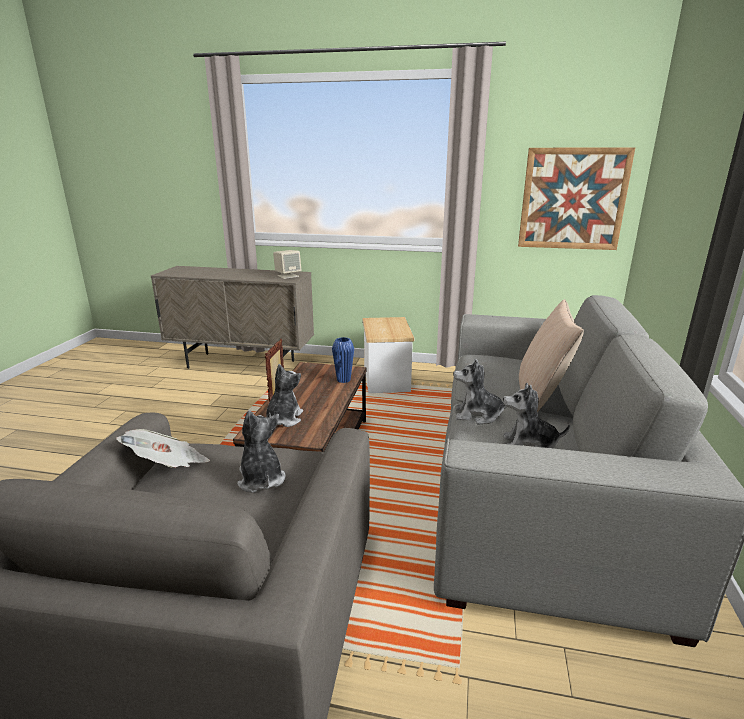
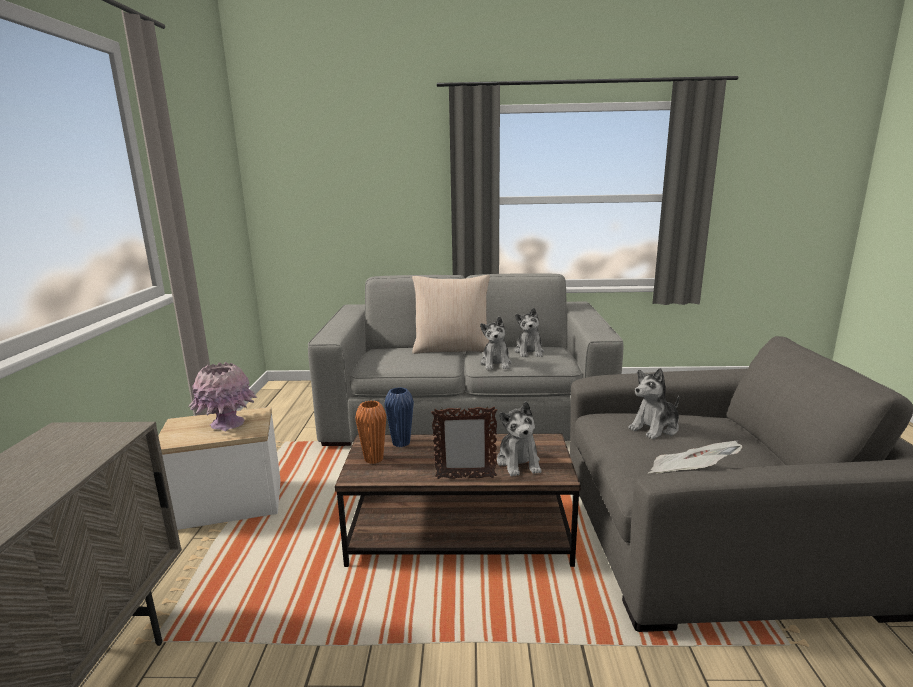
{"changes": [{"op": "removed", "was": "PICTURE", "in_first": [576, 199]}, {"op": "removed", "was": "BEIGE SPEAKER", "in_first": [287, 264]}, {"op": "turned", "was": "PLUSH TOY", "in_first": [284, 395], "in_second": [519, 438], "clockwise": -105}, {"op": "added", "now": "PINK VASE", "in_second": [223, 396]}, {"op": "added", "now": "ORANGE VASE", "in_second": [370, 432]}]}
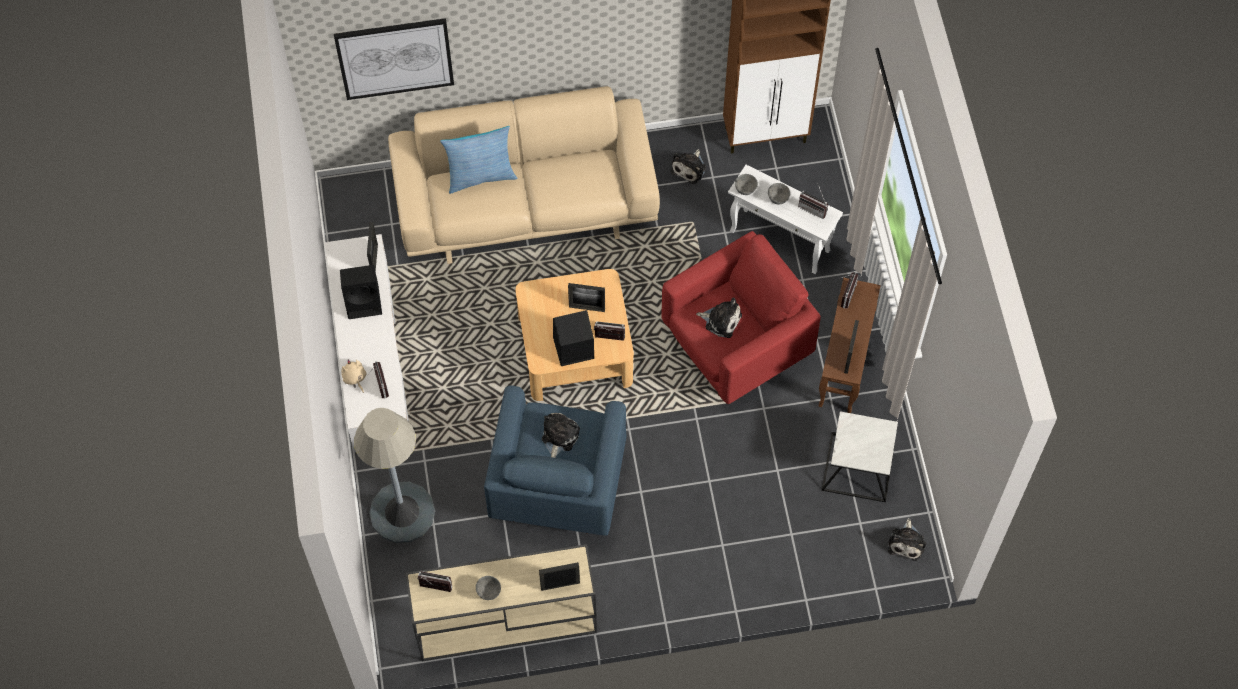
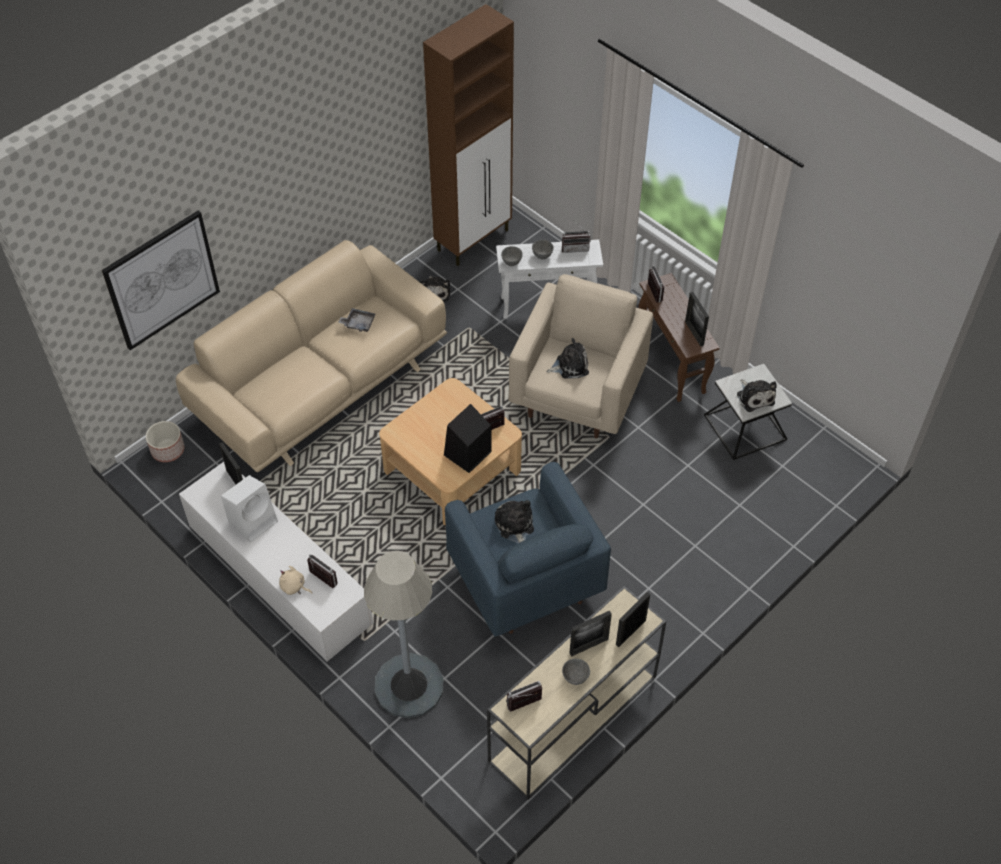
{"changes": [{"op": "removed", "was": "PILLOW", "in_first": [479, 160]}, {"op": "recoloured", "was": "RED ARMCHAIR", "now": "BEIGE ARMCHAIR", "in_first": [741, 317], "in_second": [580, 356]}, {"op": "recoloured", "was": "BLACK SPEAKER", "now": "WHITE SPEAKER", "in_first": [361, 292], "in_second": [249, 508]}, {"op": "moved", "was": "PICTURE FRAME", "in_first": [586, 297], "in_second": [591, 634]}, {"op": "moved", "was": "PLUSH TOY", "in_first": [907, 539], "in_second": [757, 395]}, {"op": "added", "now": "GREY TRAY", "in_second": [357, 320]}, {"op": "added", "now": "PLANTER", "in_second": [165, 441]}]}
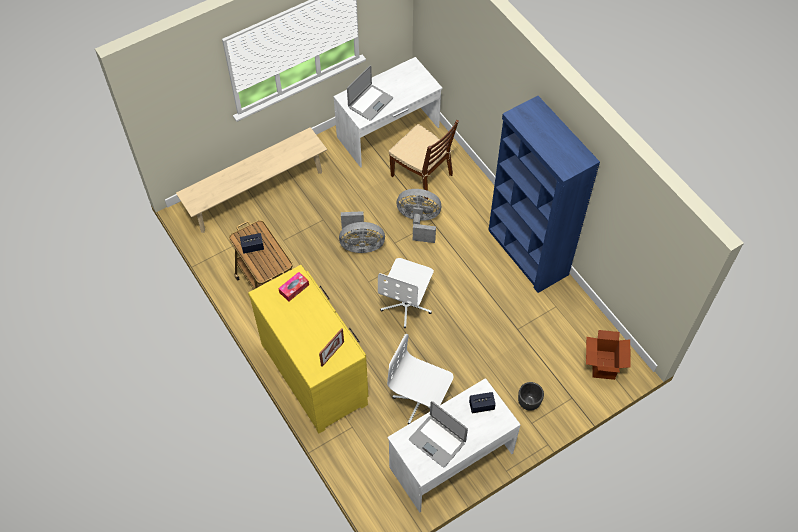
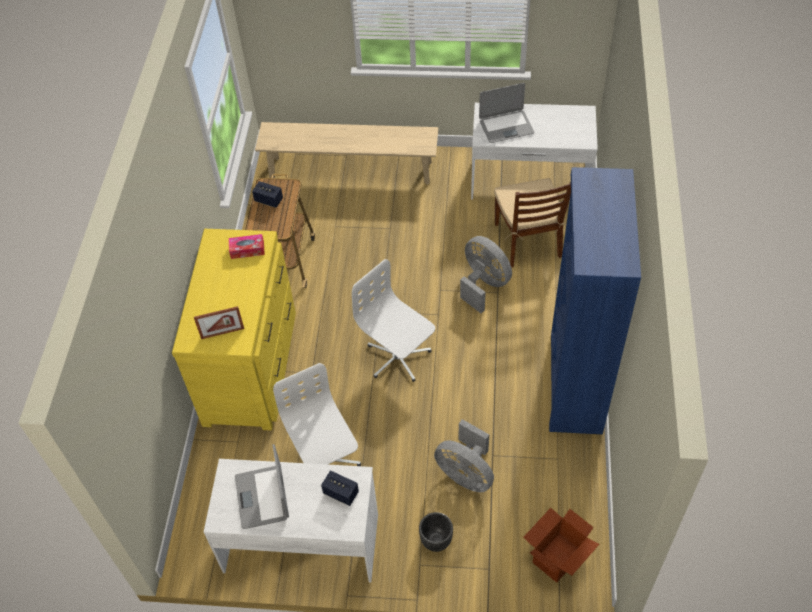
{"changes": [{"op": "moved", "was": "GREY FAN", "in_first": [362, 232], "in_second": [464, 455]}, {"op": "turned", "was": "WHITE OFFICE CHAIR", "in_first": [406, 293], "in_second": [393, 320], "clockwise": 75}]}
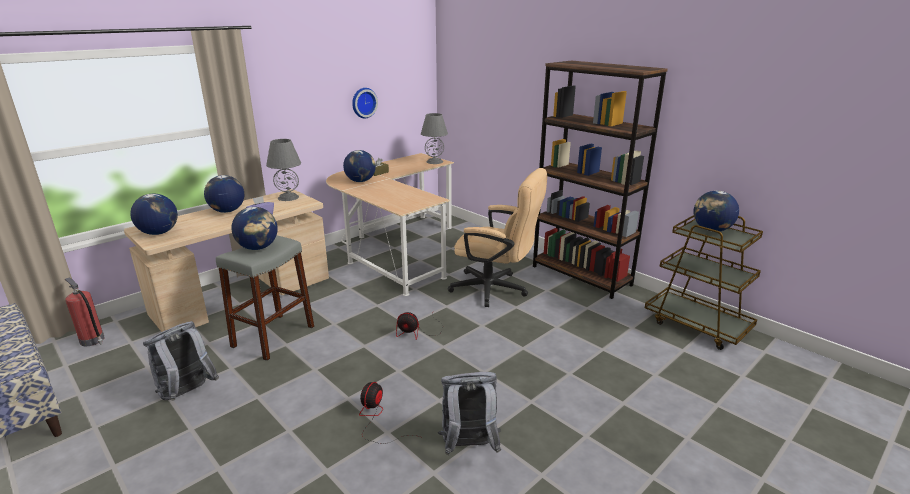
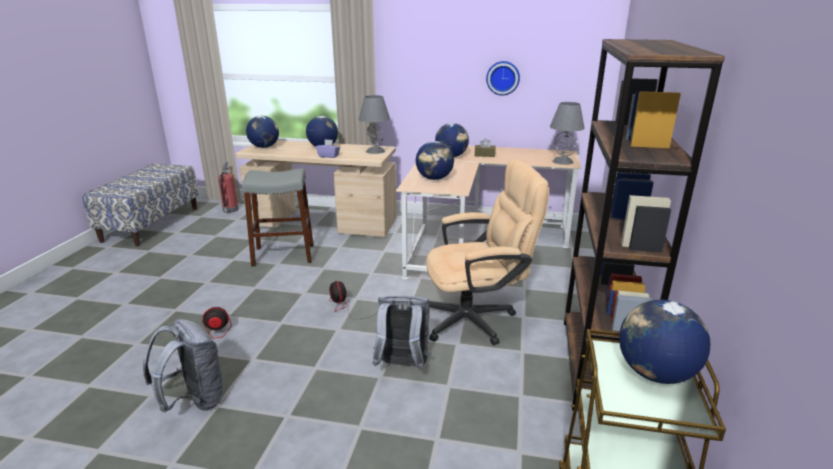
{"changes": [{"op": "turned", "was": "BEIGE OFFICE CHAIR", "in_first": [497, 237], "in_second": [488, 252], "clockwise": -90}, {"op": "moved", "was": "GLOBE", "in_first": [254, 228], "in_second": [435, 160]}, {"op": "moved", "was": "GREY BACKPACK", "in_first": [181, 360], "in_second": [402, 333]}]}
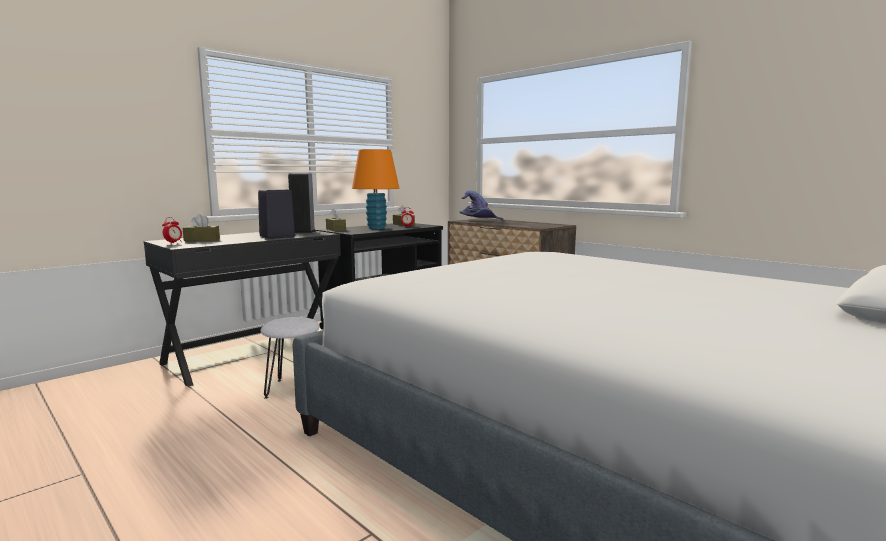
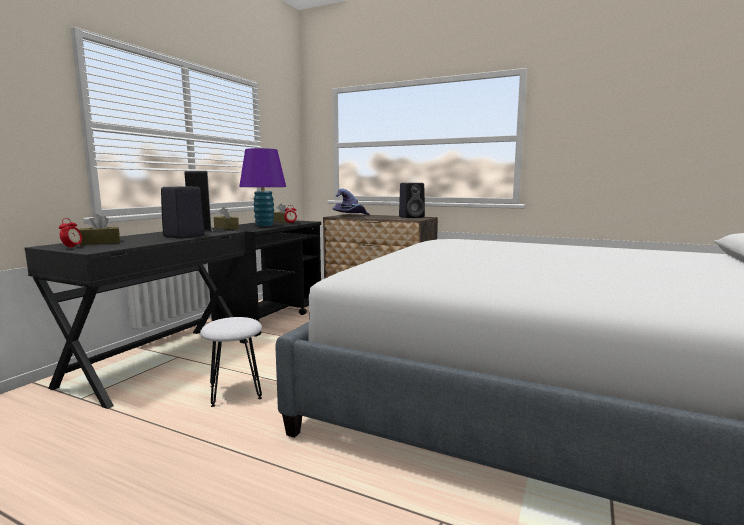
{"changes": [{"op": "recoloured", "was": "ORANGE TABLE LAMP", "now": "PURPLE TABLE LAMP", "in_first": [375, 189], "in_second": [262, 187]}, {"op": "added", "now": "BLACK SPEAKER", "in_second": [412, 200]}]}
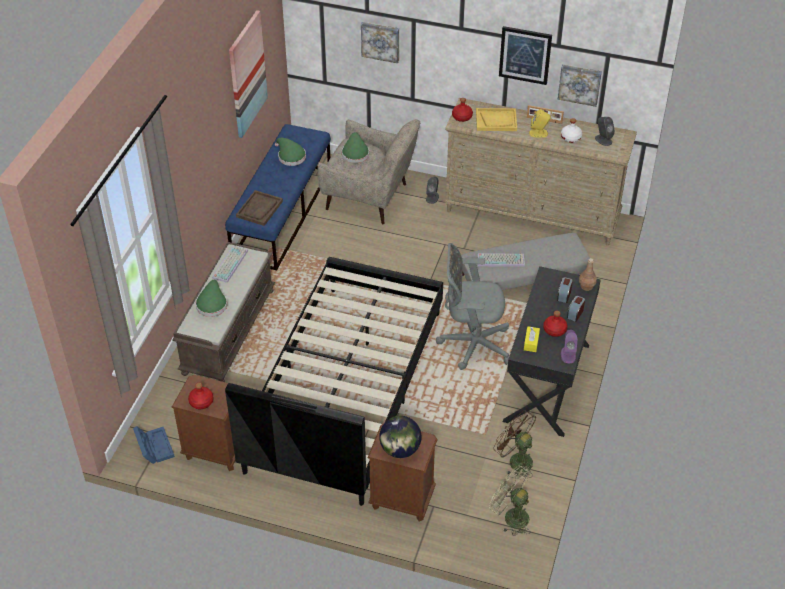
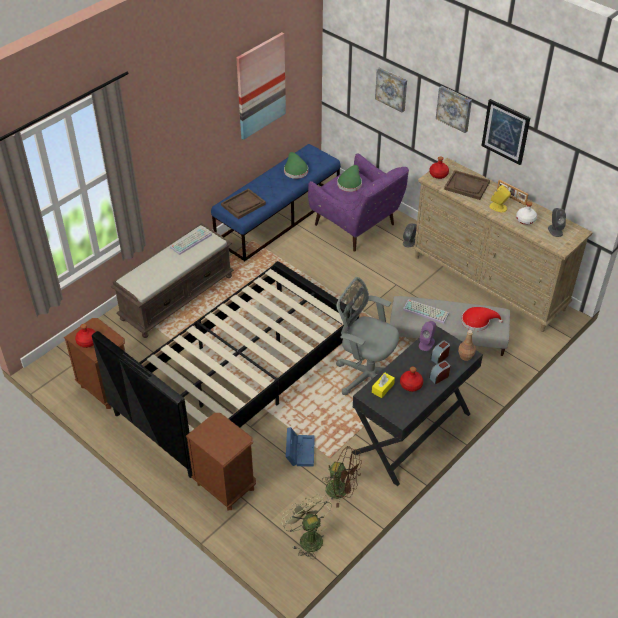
{"changes": [{"op": "moved", "was": "PICTURE", "in_first": [580, 85], "in_second": [454, 109]}, {"op": "recoloured", "was": "YELLOW TRAY", "now": "BROWN TRAY", "in_first": [496, 119], "in_second": [467, 185]}, {"op": "recoloured", "was": "BEIGE ARMCHAIR", "now": "PURPLE ARMCHAIR", "in_first": [369, 171], "in_second": [358, 202]}, {"op": "removed", "was": "GREEN HAT", "in_first": [211, 298]}, {"op": "moved", "was": "PURPLE SPEAKER", "in_first": [569, 346], "in_second": [427, 336]}, {"op": "turned", "was": "BROWN FAN", "in_first": [514, 444], "in_second": [342, 476], "clockwise": 135}, {"op": "removed", "was": "GLOBE", "in_first": [400, 437]}, {"op": "moved", "was": "BLUE STORAGE BOX", "in_first": [154, 445], "in_second": [300, 447]}, {"op": "added", "now": "RED HAT", "in_second": [482, 319]}]}
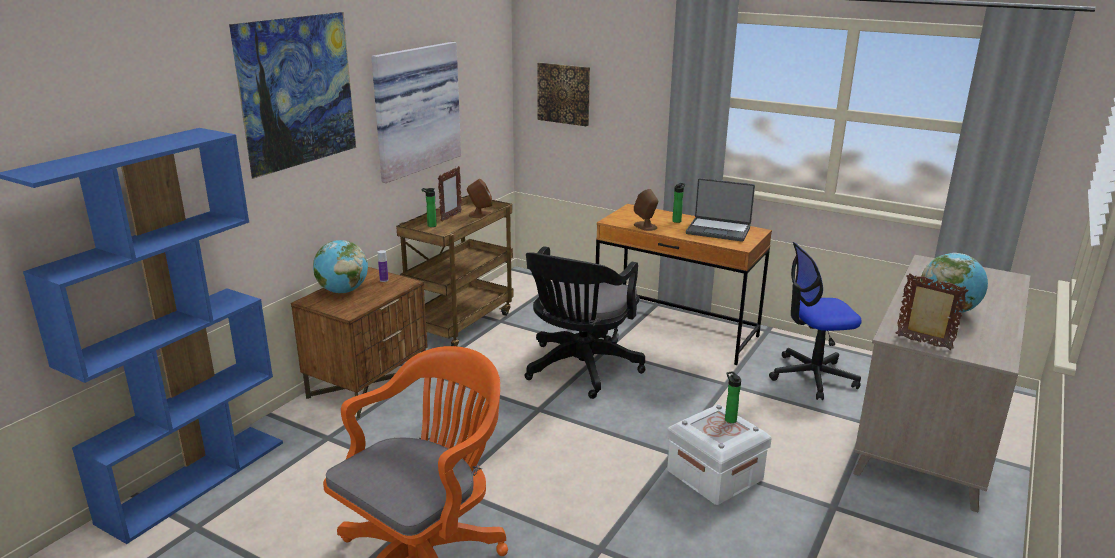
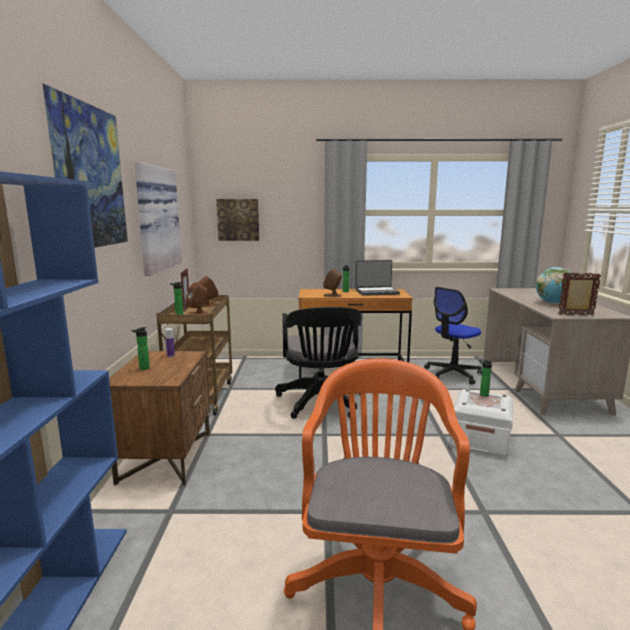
{"changes": [{"op": "replaced", "was": "GLOBE", "now": "BOTTLE", "in_first": [340, 266], "in_second": [140, 348]}, {"op": "added", "now": "BROWN SPEAKER", "in_second": [196, 298]}]}
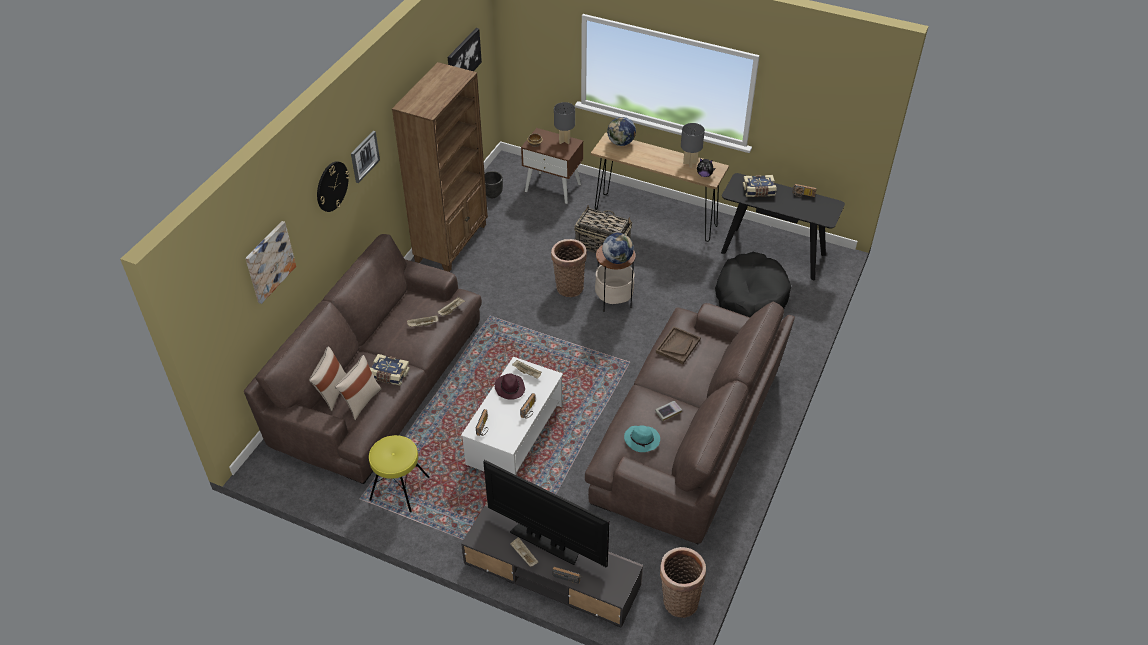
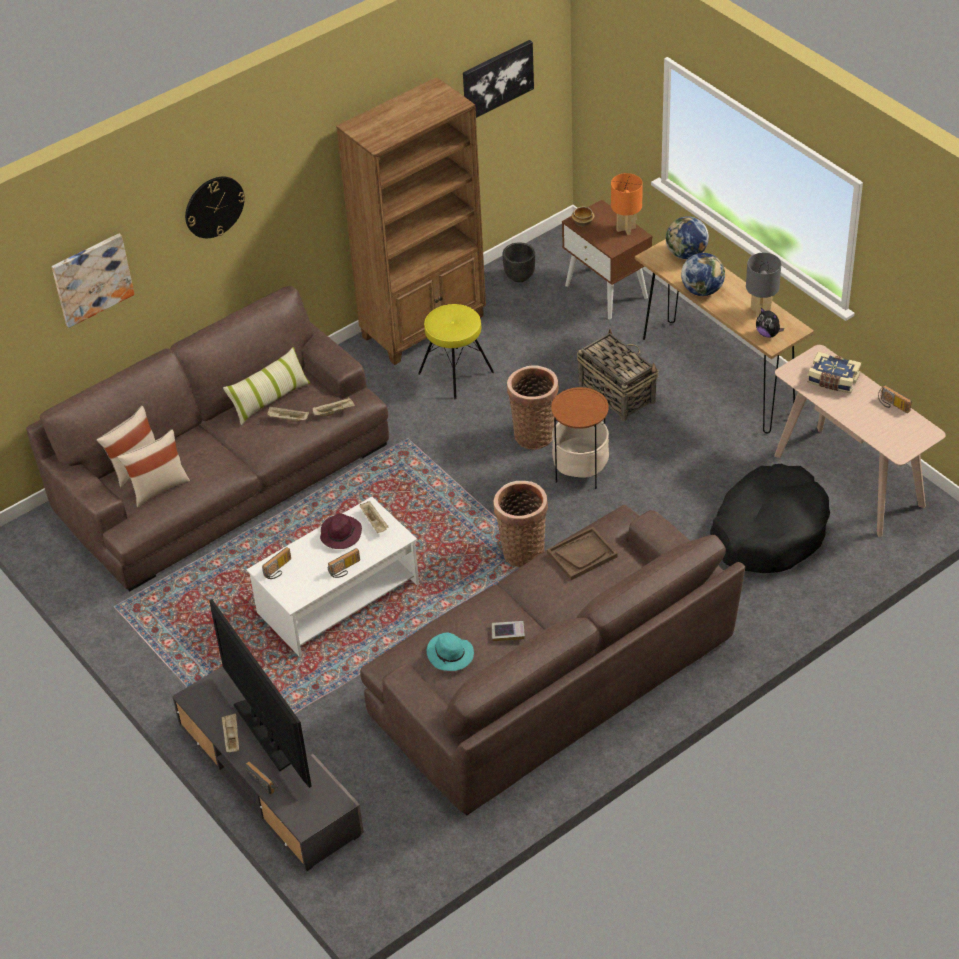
{"changes": [{"op": "recoloured", "was": "GREY TABLE LAMP", "now": "ORANGE TABLE LAMP", "in_first": [564, 123], "in_second": [627, 204]}, {"op": "removed", "was": "PICTURE", "in_first": [365, 157]}, {"op": "recoloured", "was": "BLACK CONSOLE TABLE", "now": "BEIGE CONSOLE TABLE", "in_first": [783, 227], "in_second": [860, 441]}, {"op": "moved", "was": "GLOBE", "in_first": [618, 248], "in_second": [703, 274]}, {"op": "removed", "was": "BOOK", "in_first": [390, 370]}, {"op": "moved", "was": "YELLOW STOOL", "in_first": [399, 473], "in_second": [456, 351]}, {"op": "moved", "was": "BASKET", "in_first": [683, 582], "in_second": [520, 524]}, {"op": "added", "now": "PILLOW", "in_second": [266, 386]}]}
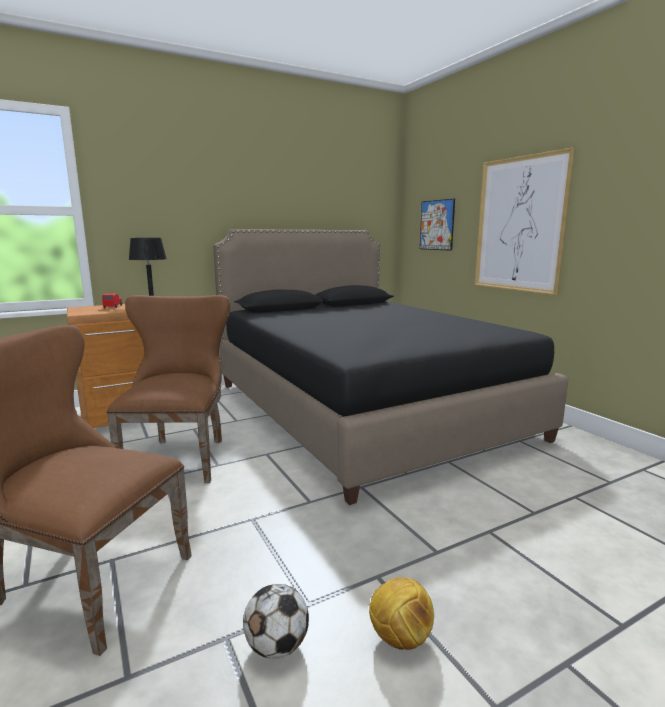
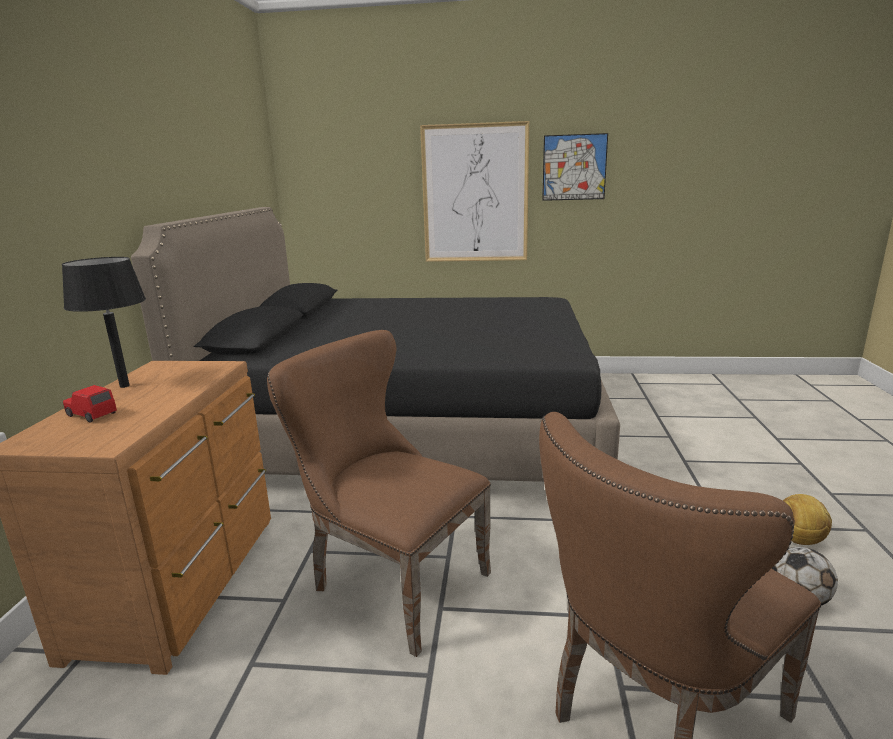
{"changes": [{"op": "moved", "was": "PICTURE", "in_first": [437, 225], "in_second": [575, 167]}]}
